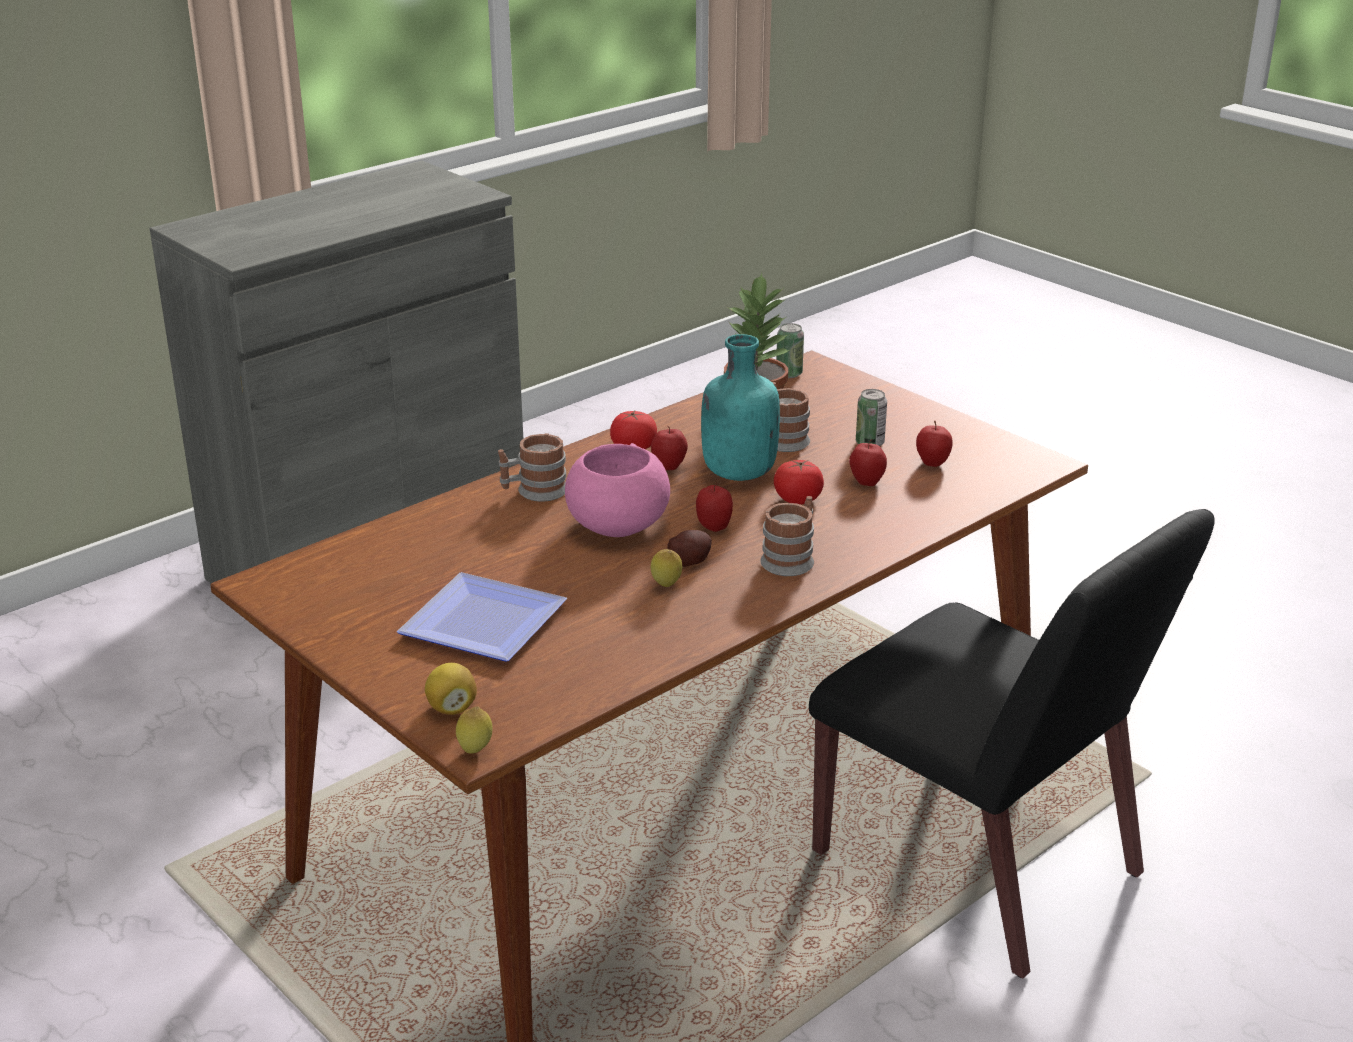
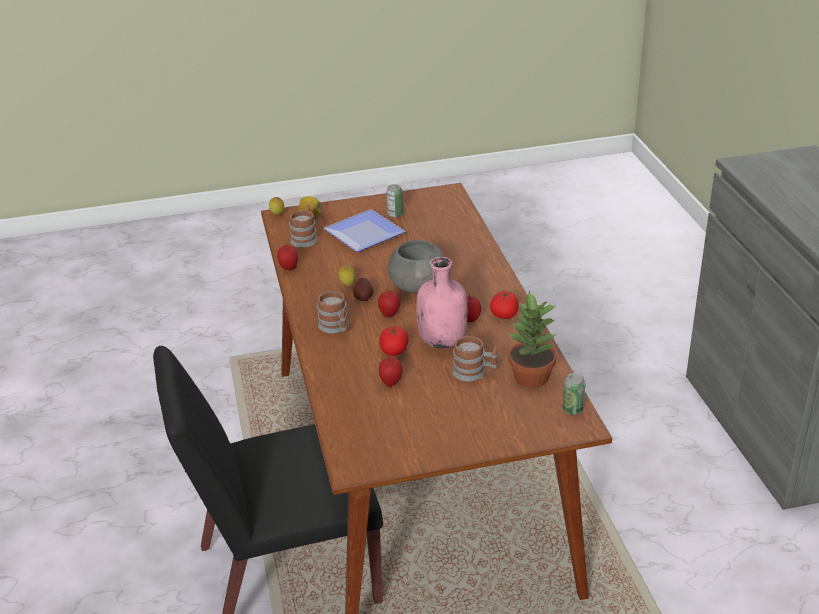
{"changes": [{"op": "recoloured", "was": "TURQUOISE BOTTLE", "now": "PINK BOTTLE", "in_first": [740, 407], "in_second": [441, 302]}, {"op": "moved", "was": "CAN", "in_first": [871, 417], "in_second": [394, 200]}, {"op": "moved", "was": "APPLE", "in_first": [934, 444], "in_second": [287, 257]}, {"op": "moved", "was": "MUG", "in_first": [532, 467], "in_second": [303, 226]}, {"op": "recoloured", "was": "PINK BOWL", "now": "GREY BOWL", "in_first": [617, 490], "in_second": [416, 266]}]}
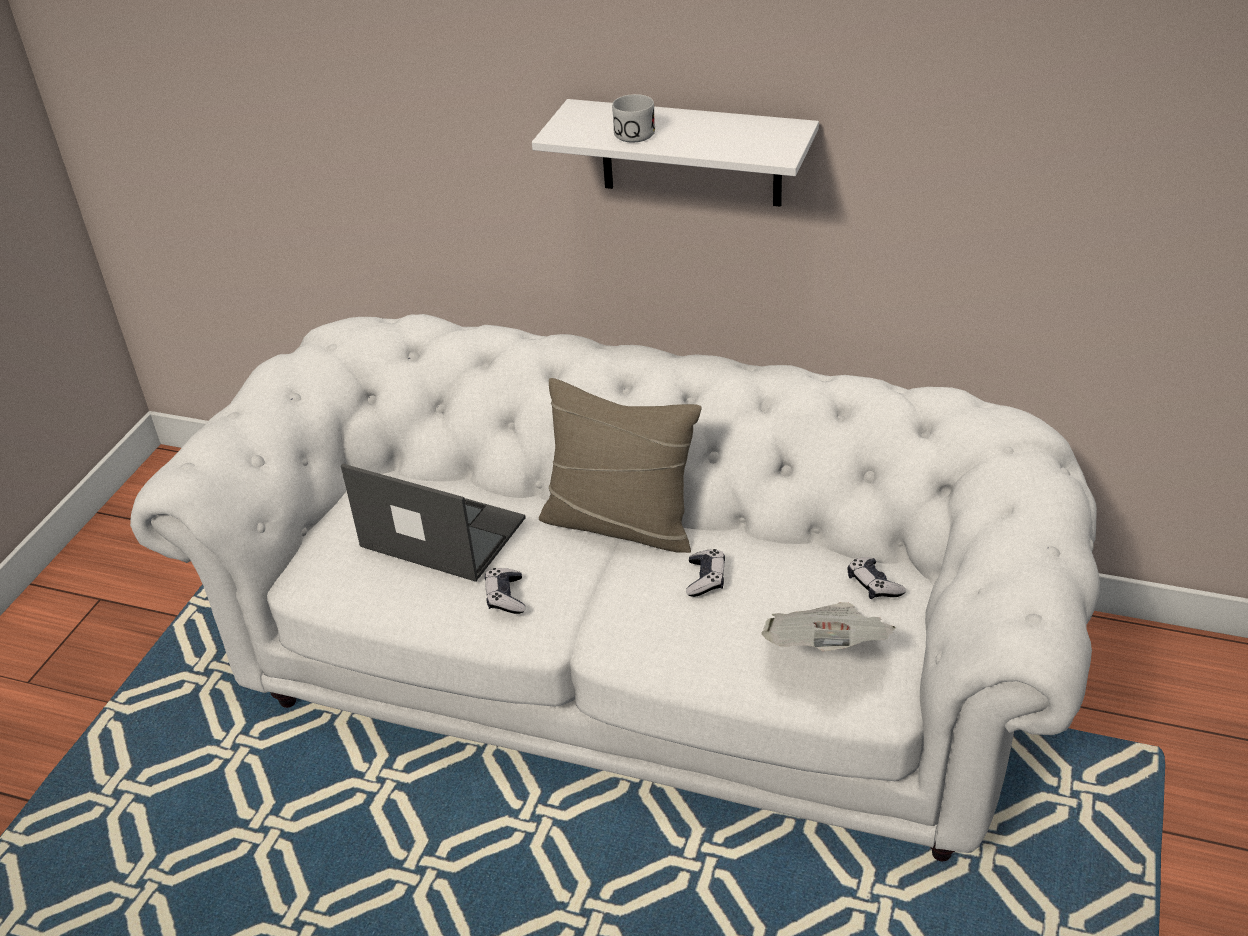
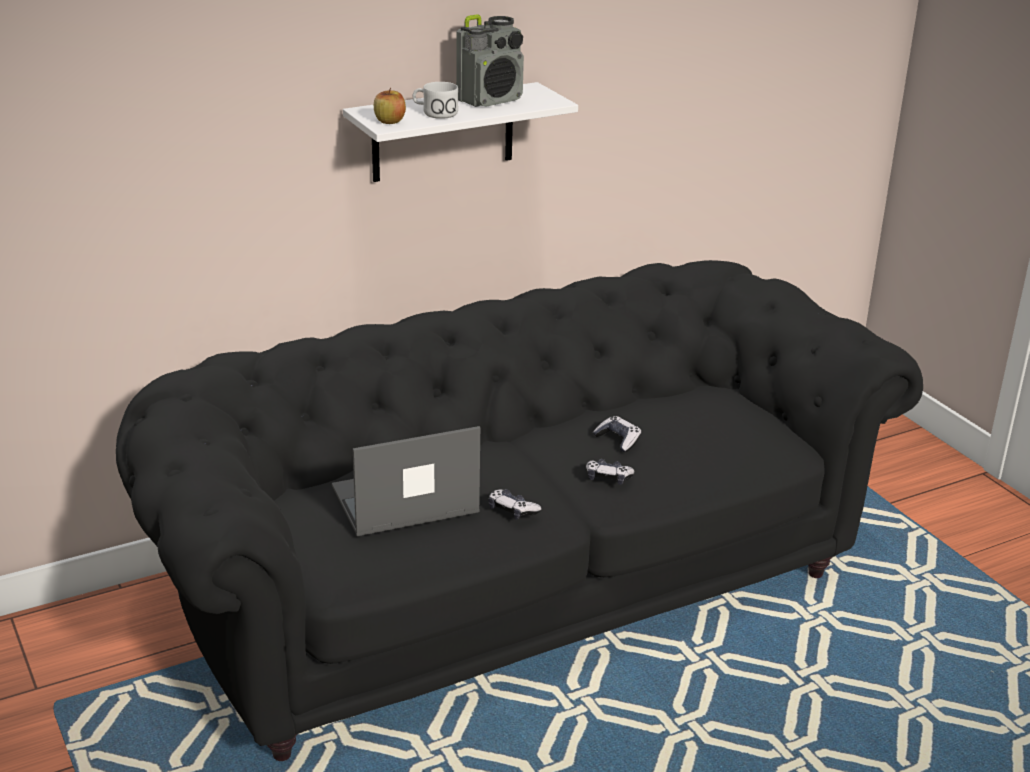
{"changes": [{"op": "recoloured", "was": "WHITE SOFA", "now": "BLACK SOFA", "in_first": [615, 587], "in_second": [519, 510]}, {"op": "removed", "was": "BEIGE PILLOW", "in_first": [620, 465]}, {"op": "moved", "was": "GAME CONTROLLER", "in_first": [877, 578], "in_second": [610, 472]}, {"op": "removed", "was": "NEWSPAPER", "in_first": [828, 626]}, {"op": "added", "now": "RADIO", "in_second": [490, 60]}, {"op": "added", "now": "APPLE", "in_second": [390, 106]}]}
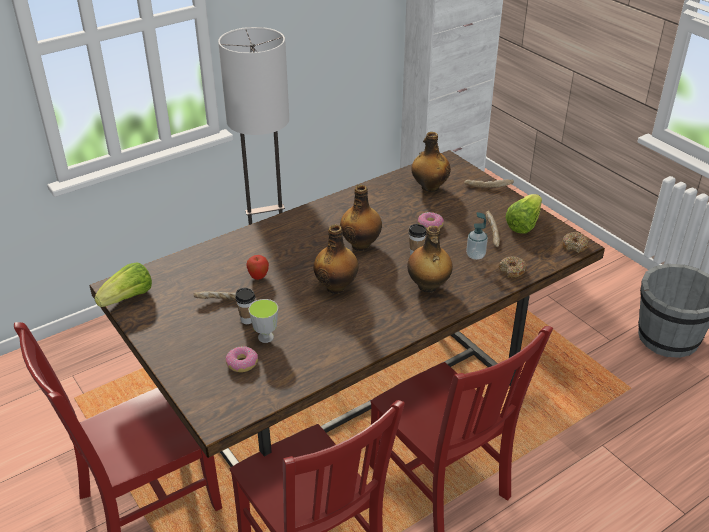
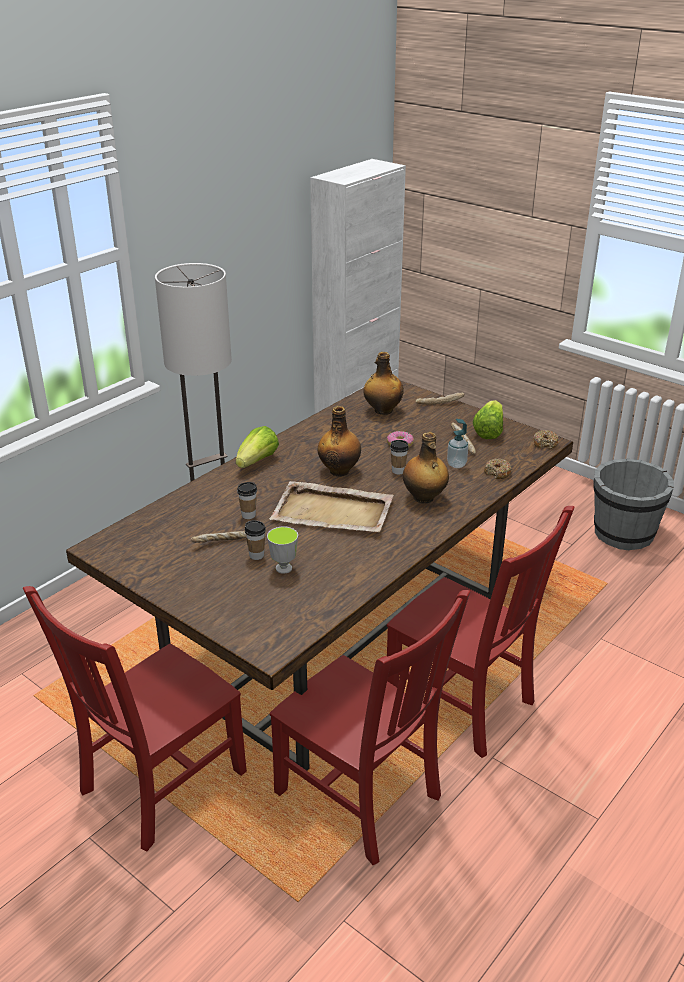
{"changes": [{"op": "replaced", "was": "BOTTLE", "now": "BEIGE TRAY", "in_first": [336, 259], "in_second": [331, 506]}, {"op": "replaced", "was": "APPLE", "now": "CUP", "in_first": [258, 267], "in_second": [247, 500]}, {"op": "moved", "was": "LETTUCE", "in_first": [123, 285], "in_second": [257, 447]}, {"op": "removed", "was": "DONUT", "in_first": [241, 359]}]}
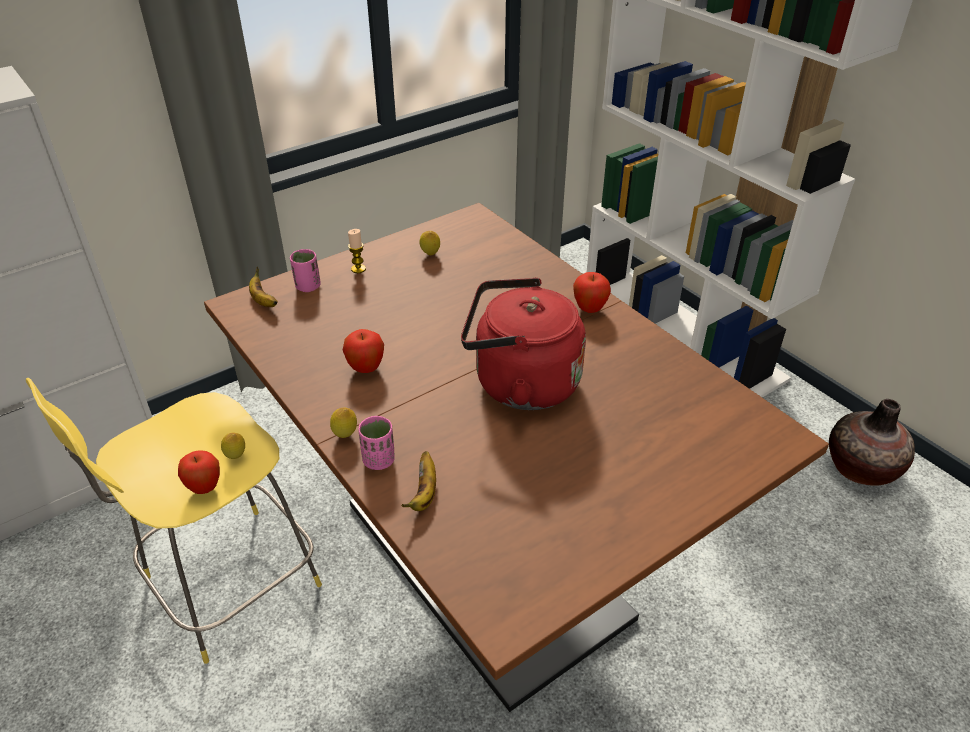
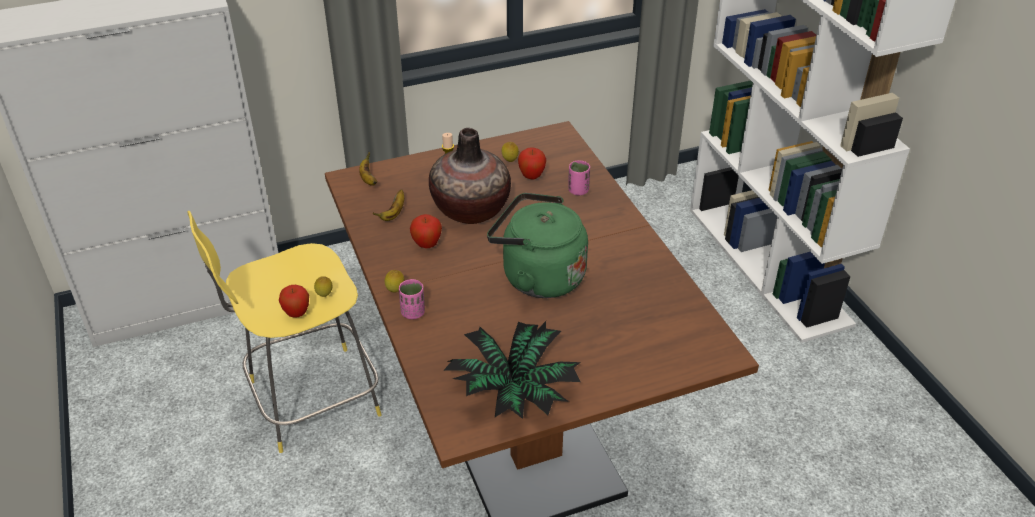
{"changes": [{"op": "moved", "was": "PINK CUP", "in_first": [305, 270], "in_second": [579, 178]}, {"op": "moved", "was": "APPLE", "in_first": [592, 292], "in_second": [532, 163]}, {"op": "recoloured", "was": "RED KETTLE", "now": "GREEN KETTLE", "in_first": [523, 344], "in_second": [537, 245]}, {"op": "moved", "was": "VASE", "in_first": [872, 442], "in_second": [470, 176]}, {"op": "moved", "was": "BANANA", "in_first": [419, 481], "in_second": [388, 205]}, {"op": "added", "now": "POTTED PLANT", "in_second": [512, 370]}]}
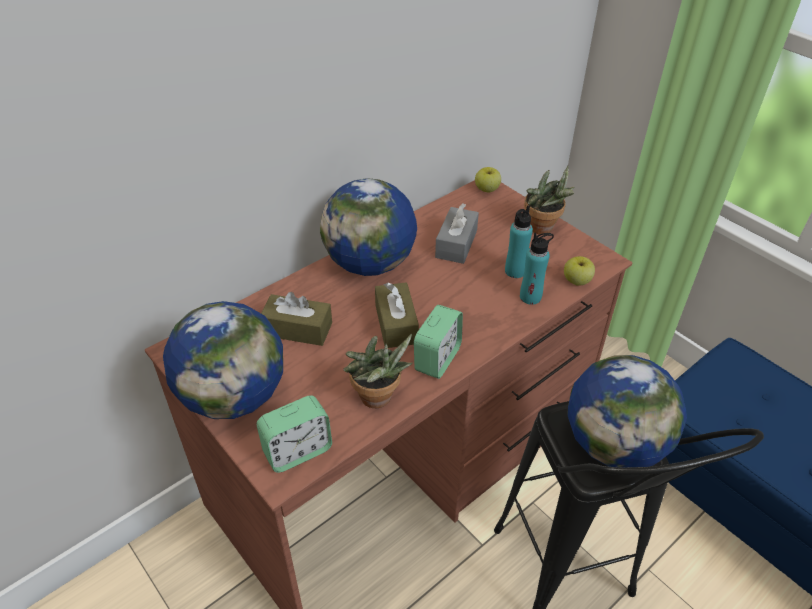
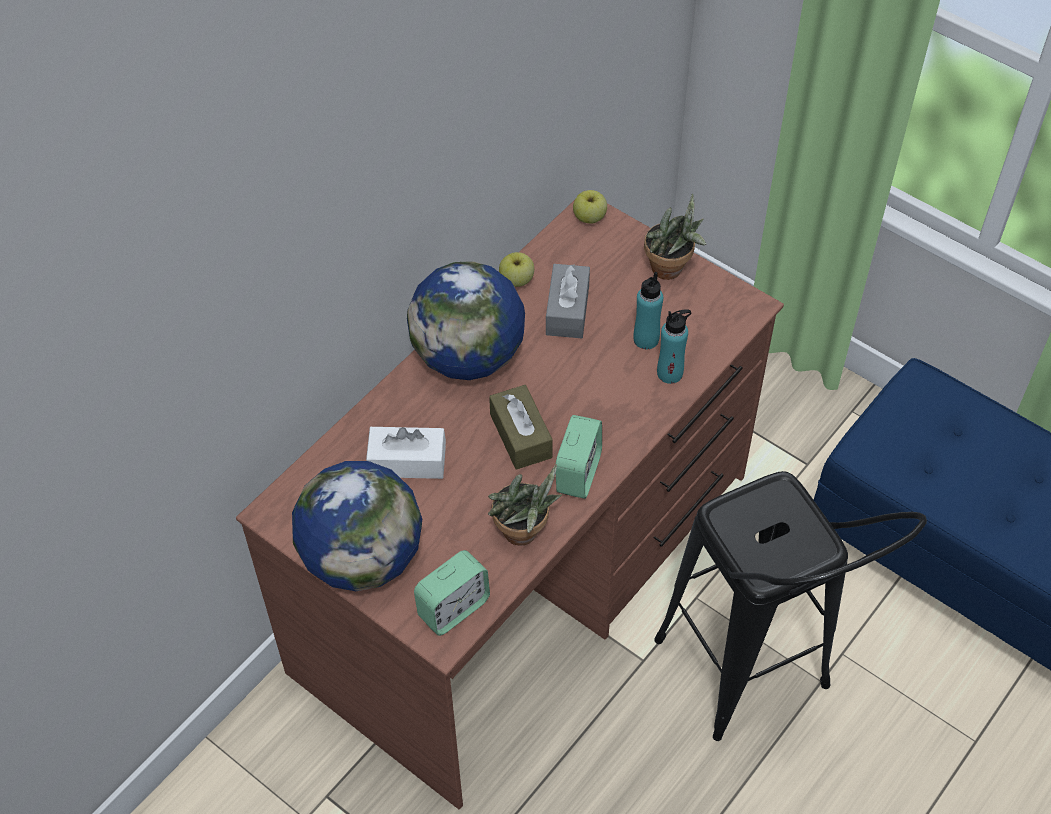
{"changes": [{"op": "moved", "was": "APPLE", "in_first": [579, 271], "in_second": [516, 269]}, {"op": "recoloured", "was": "BROWN TISSUE BOX", "now": "WHITE TISSUE BOX", "in_first": [296, 319], "in_second": [406, 453]}, {"op": "removed", "was": "GLOBE", "in_first": [627, 411]}]}
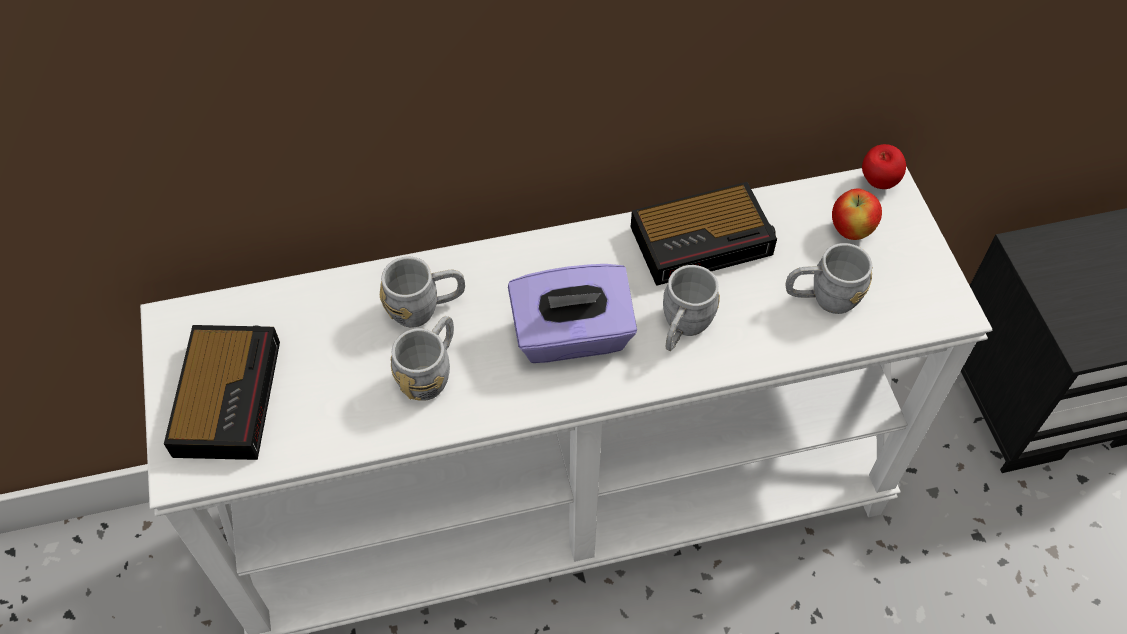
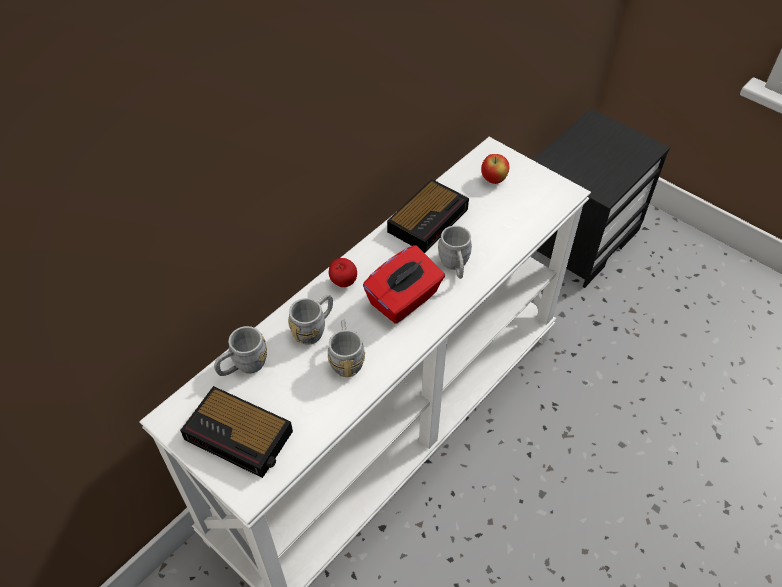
{"changes": [{"op": "moved", "was": "APPLE", "in_first": [884, 166], "in_second": [343, 272]}, {"op": "moved", "was": "GREY MUG", "in_first": [829, 278], "in_second": [240, 351]}, {"op": "recoloured", "was": "PURPLE TISSUE BOX", "now": "RED TISSUE BOX", "in_first": [572, 313], "in_second": [404, 284]}, {"op": "turned", "was": "ALARM CLOCK", "in_first": [222, 392], "in_second": [236, 432], "clockwise": 150}]}
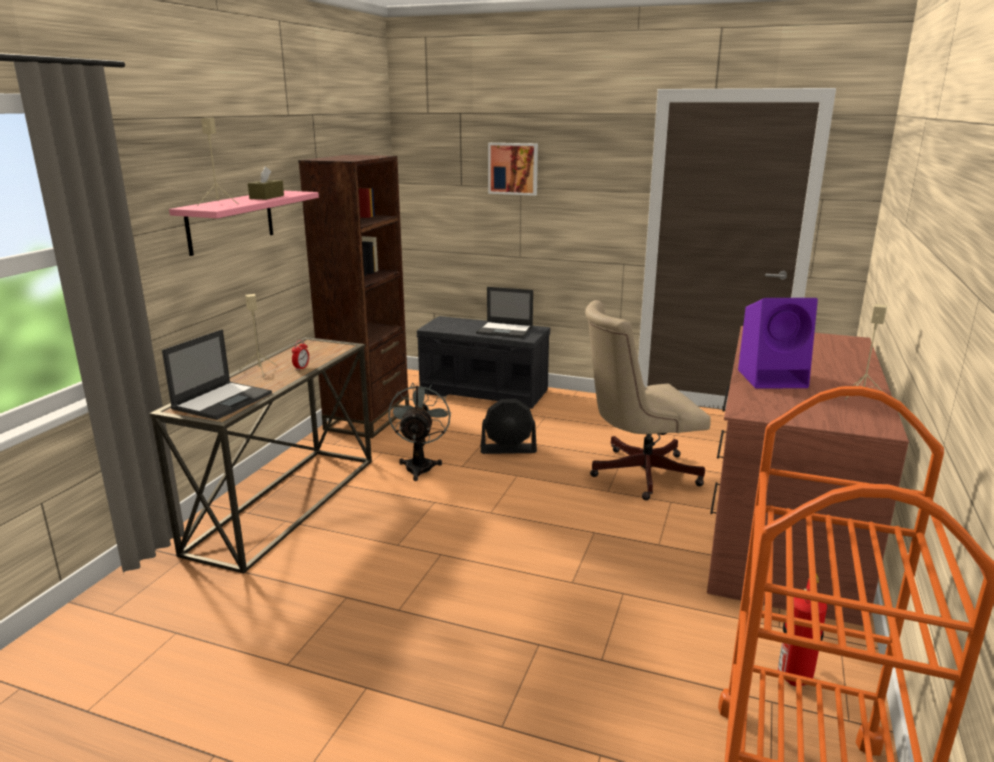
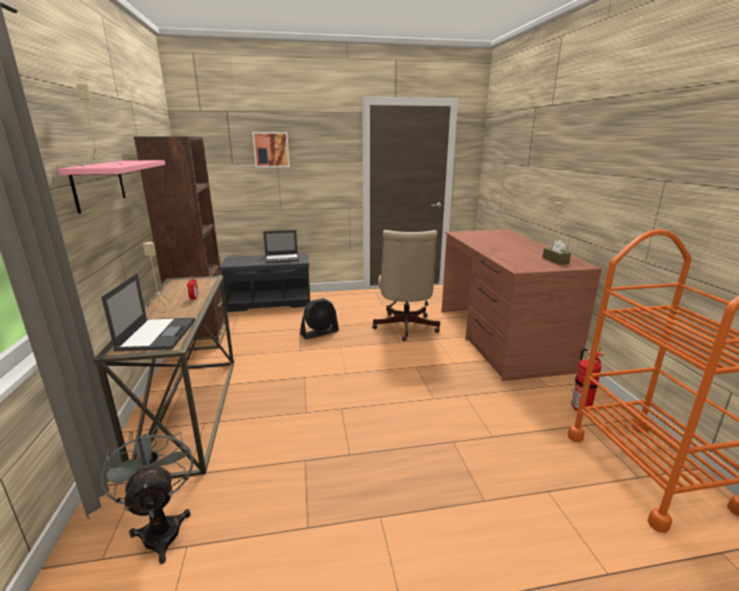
{"changes": [{"op": "moved", "was": "BROWN TISSUE BOX", "in_first": [266, 183], "in_second": [556, 252]}, {"op": "removed", "was": "PURPLE SPEAKER", "in_first": [778, 343]}, {"op": "turned", "was": "BEIGE OFFICE CHAIR", "in_first": [648, 400], "in_second": [406, 285], "clockwise": -45}, {"op": "moved", "was": "GREY FAN", "in_first": [419, 432], "in_second": [146, 494]}]}
